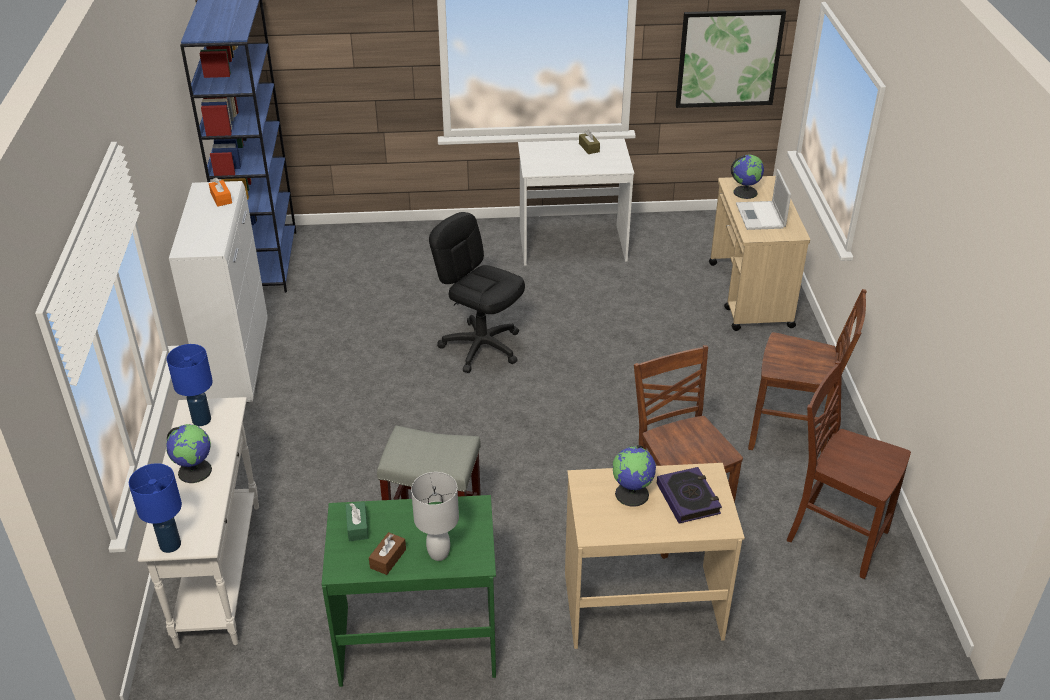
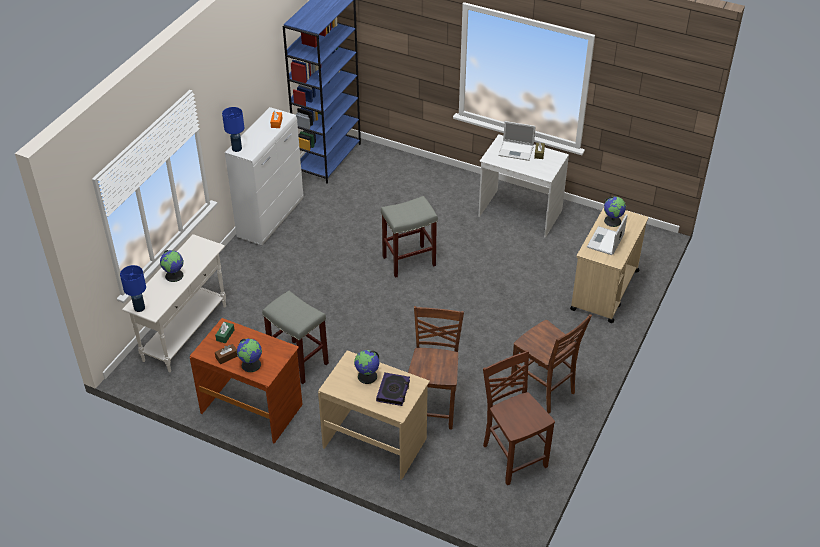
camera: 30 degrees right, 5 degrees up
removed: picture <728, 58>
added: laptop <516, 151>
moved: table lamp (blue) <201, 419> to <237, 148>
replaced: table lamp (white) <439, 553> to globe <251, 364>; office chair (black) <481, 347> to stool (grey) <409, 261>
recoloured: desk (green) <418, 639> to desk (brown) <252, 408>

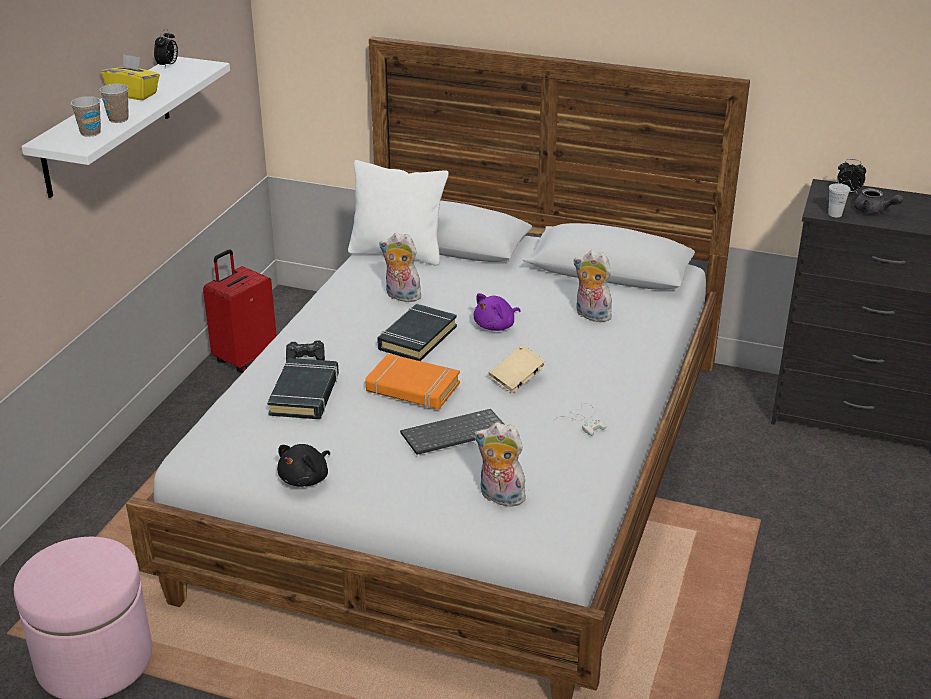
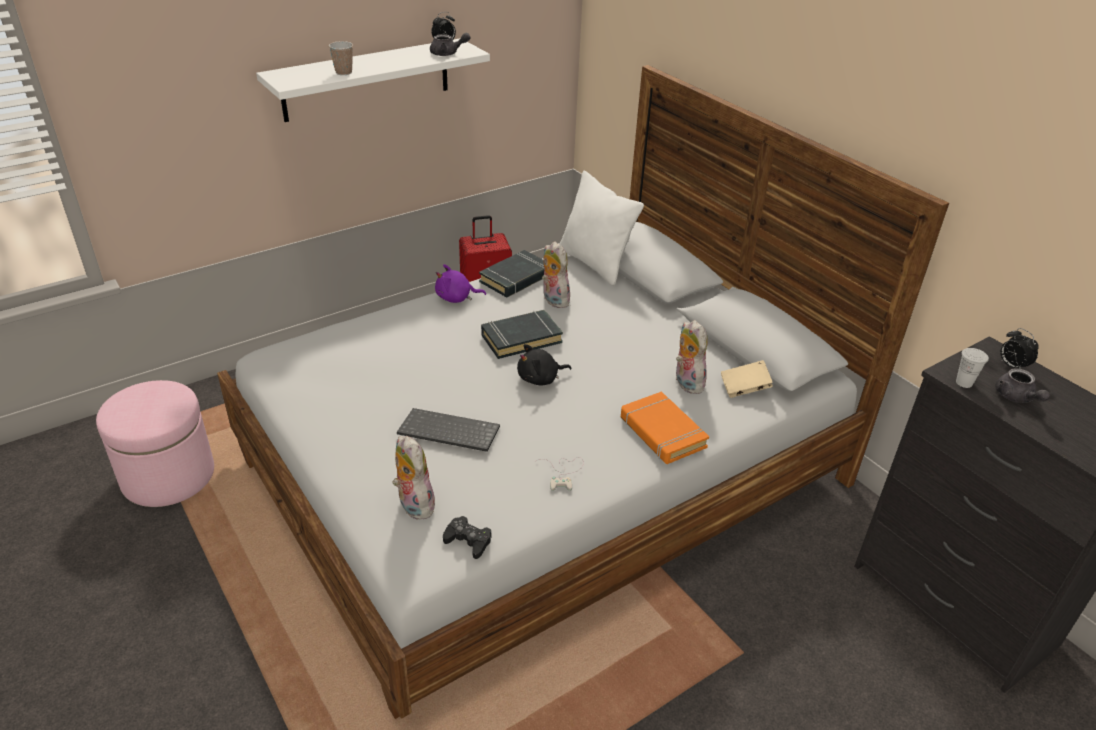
camera: 35 degrees right, 5 degrees up
removed: cup <90, 133>; tissue box (yellow) <134, 94>
added: teapot (grey) <447, 54>
moved: book (black) <305, 394> to <516, 278>; plush toy (black) <306, 478> to <540, 379>; game controller (black) <305, 357> to <468, 541>; book (orange) <412, 388> to <662, 432>; plush toy (purple) <496, 326> to <456, 298>; book (beige) <516, 379> to <744, 388>

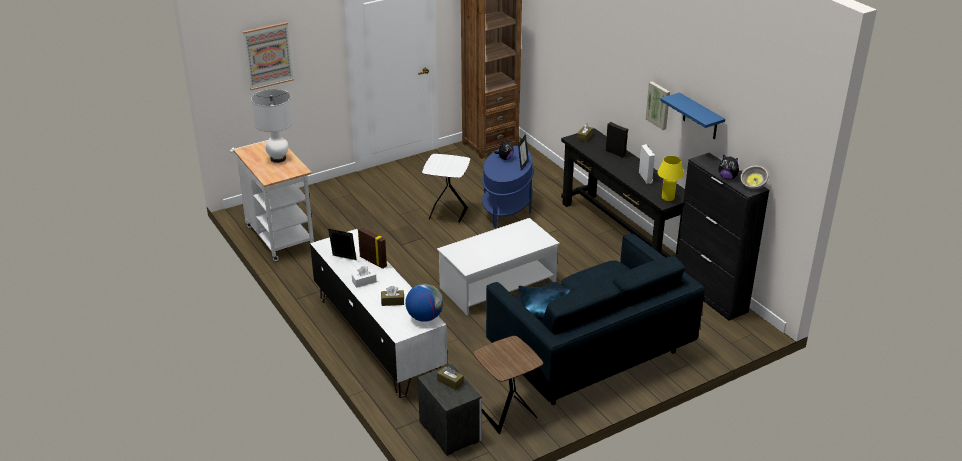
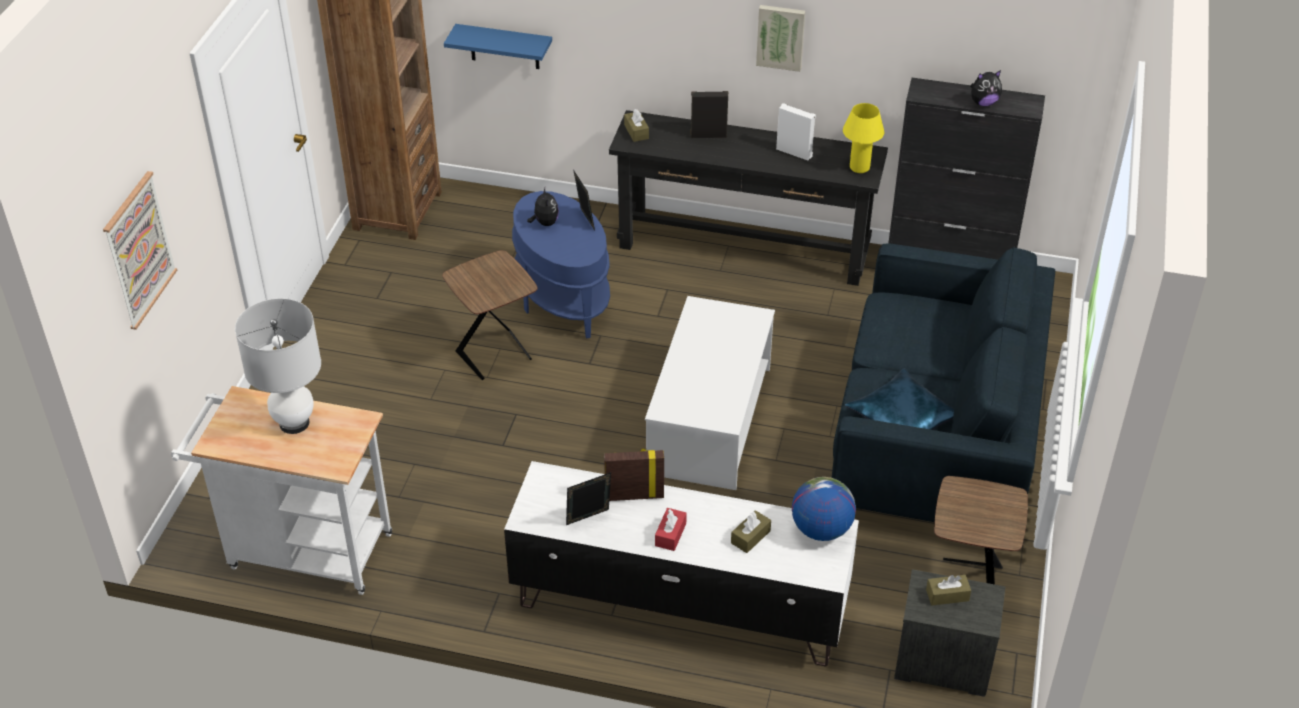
camera: 45 degrees left, 10 degrees up
removed: bowl <753, 186>
moved: shelf (blue) <700, 117> to <504, 47>
recoloured: tissue box (white) <364, 282> to tissue box (red) <670, 534>; side table (white) <447, 214> to side table (brown) <496, 356>

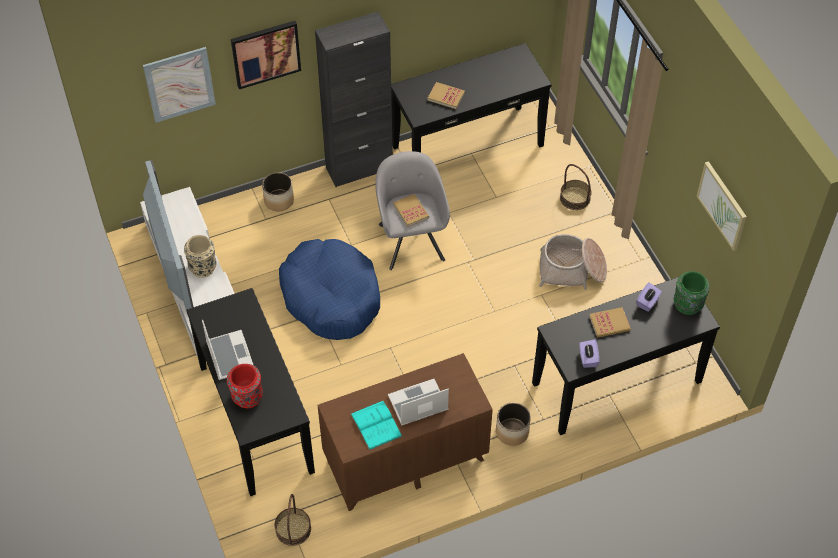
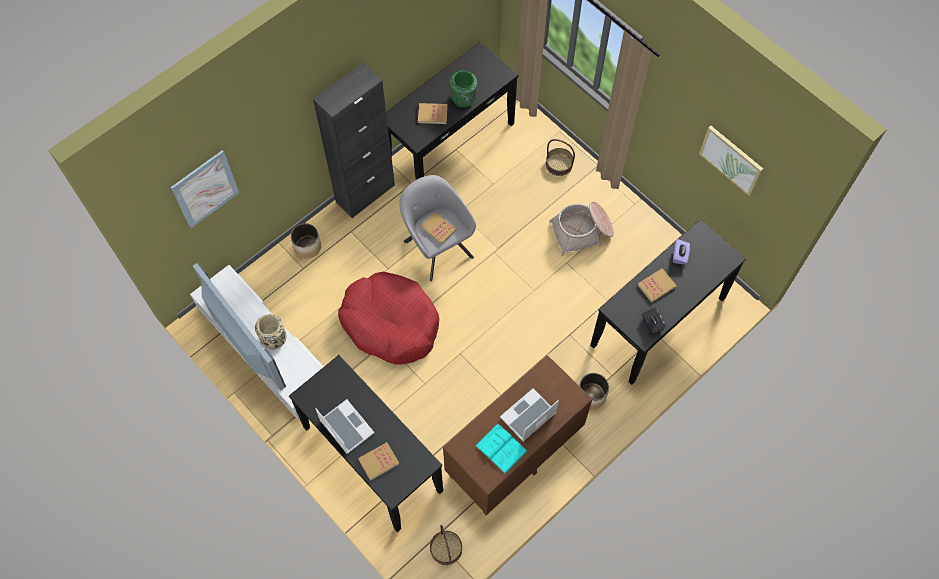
camera: 20 degrees left, 10 degrees up
removed: picture <265, 53>
moved: vase (green) <687, 305> to <463, 99>
replaced: vase (red) <247, 397> to book <378, 461>
recoloured: dog bed (blue) <331, 297> to dog bed (red) <390, 323>; tissue box (purple) <588, 358> to tissue box (black) <652, 324>

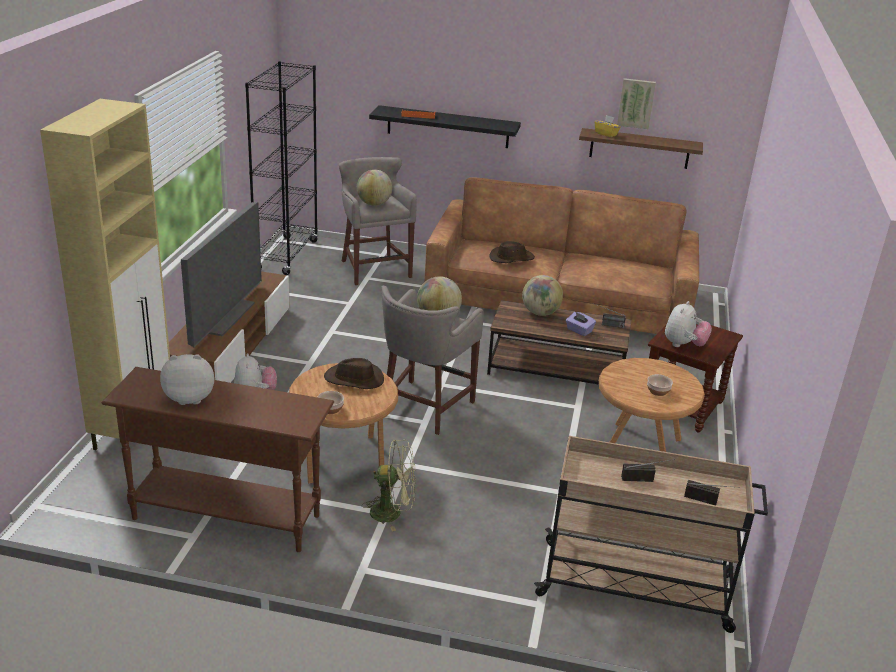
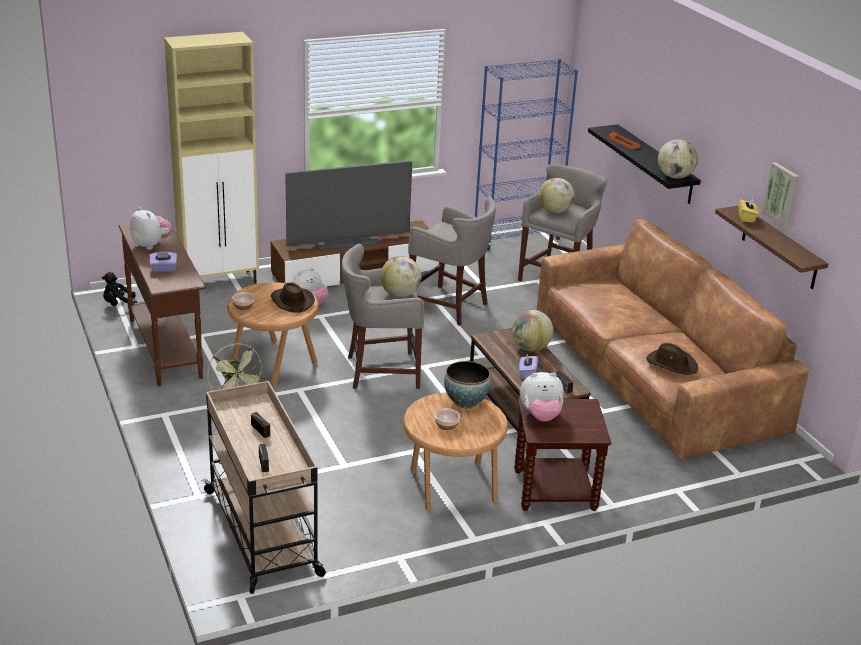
camera: 55 degrees right, 0 degrees up
added: plush toy (black) <118, 305>; tissue box (purple) <163, 269>; stool (grey) <450, 306>; bowl <466, 402>; globe <675, 177>
moved: hat (brown) <511, 258> to <671, 364>
recoloured: bookcase (black) <286, 255> to bookcase (blue) <516, 239>

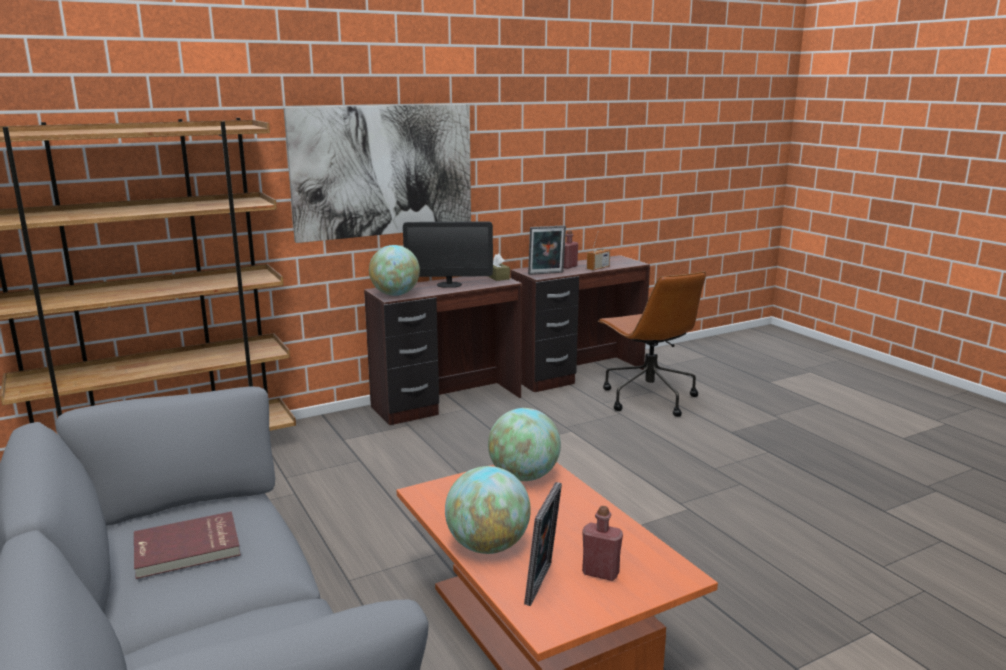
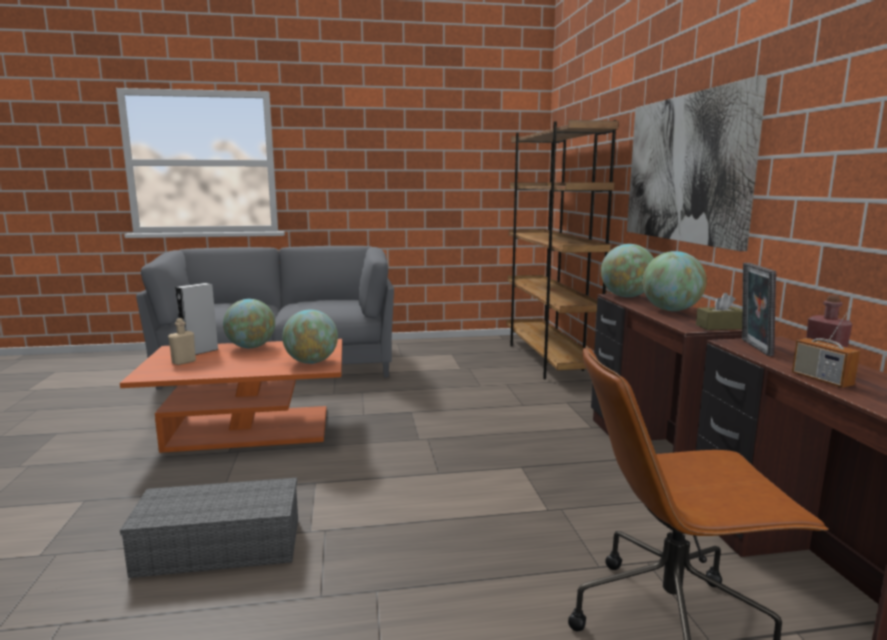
camera: 110 degrees right, 5 degrees down
removed: book (red) <187, 549>
added: storage box (grey) <217, 548>
replaced: monitor <449, 285> to globe <671, 310>; picture frame <542, 584> to speaker (grey) <200, 351>
recoloured: bottle (red) <600, 573> to bottle (beige) <184, 362>

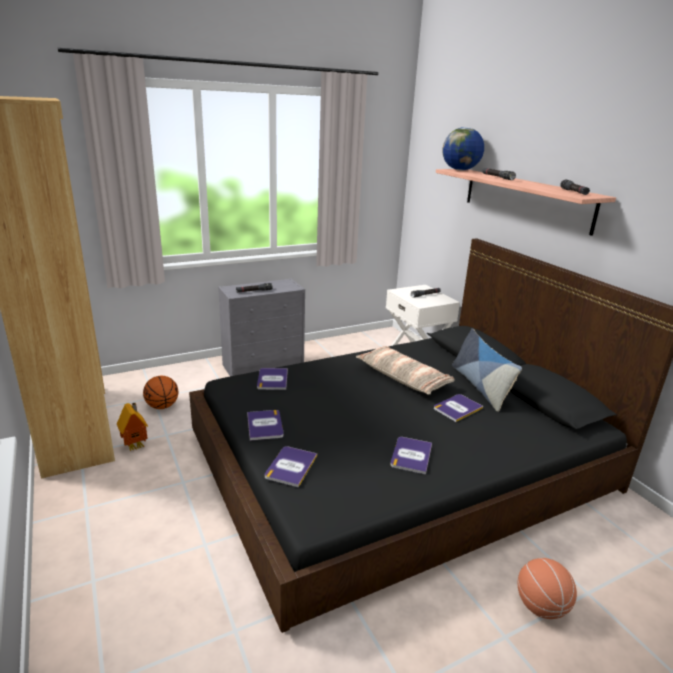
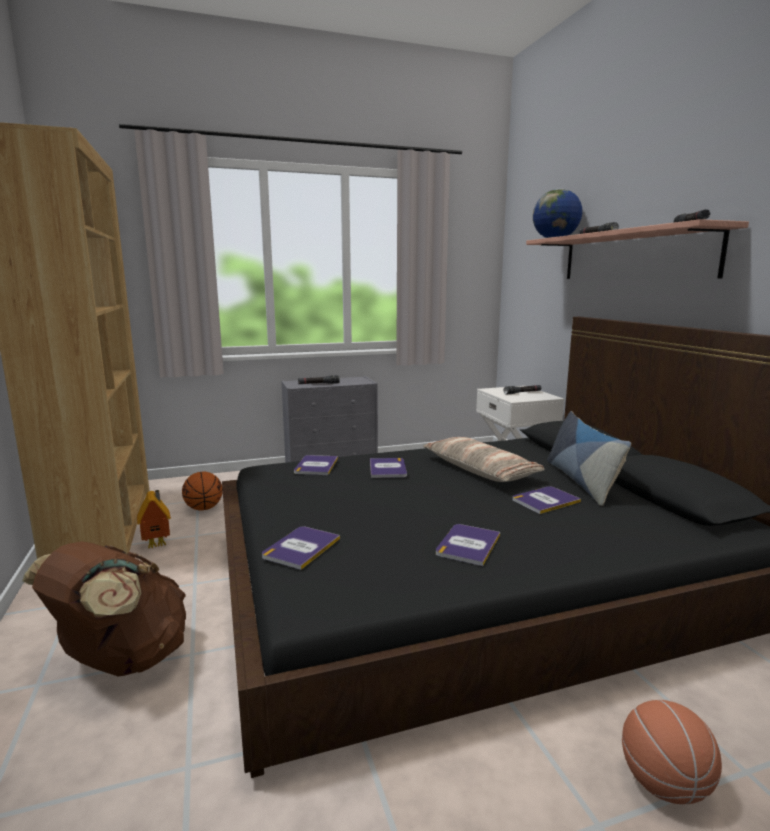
camera: 10 degrees right, 10 degrees down
added: backpack (brown) <122, 660>
moved: book <265, 425> to <387, 469>

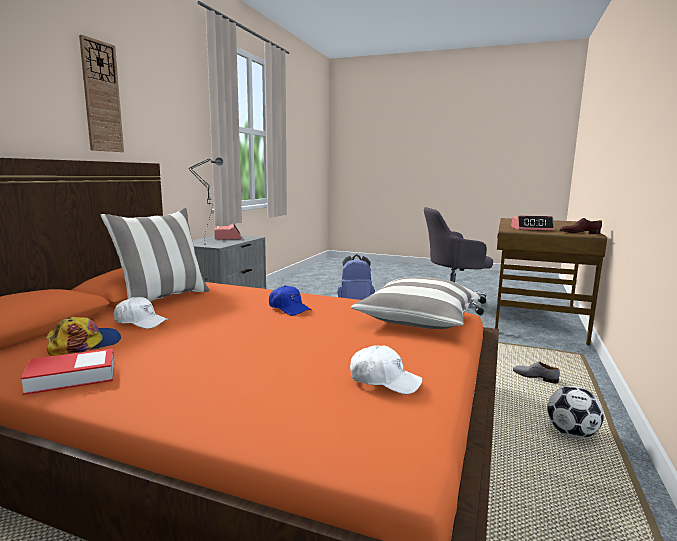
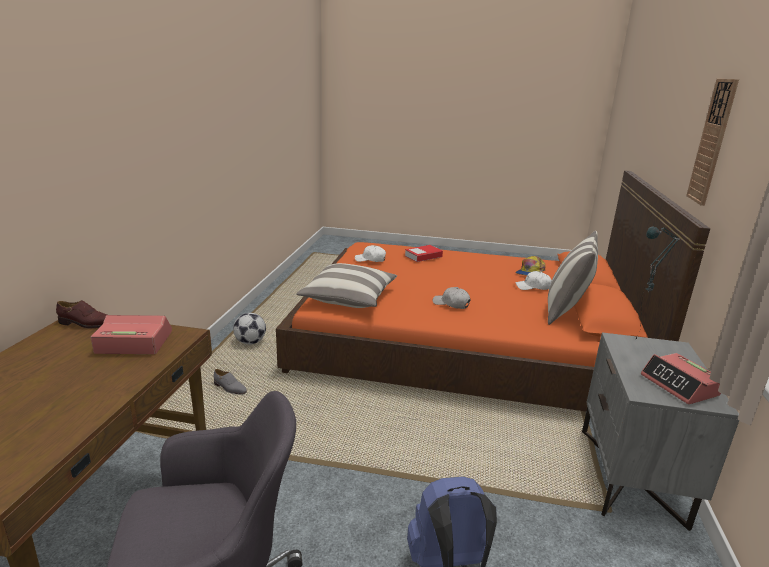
camera: 170 degrees right, 10 degrees up
moved: book <72, 377> to <423, 256>
recoloured: cap (blue) <289, 308> to cap (white) <451, 304>

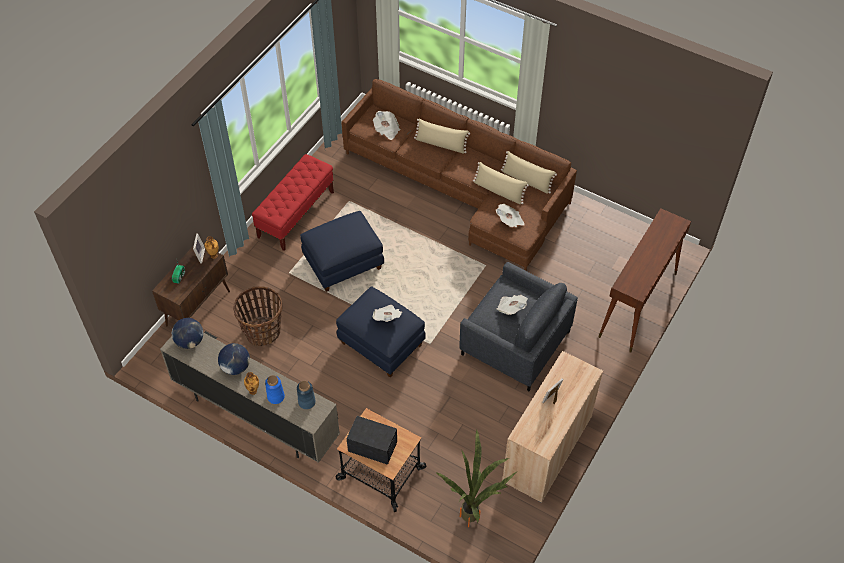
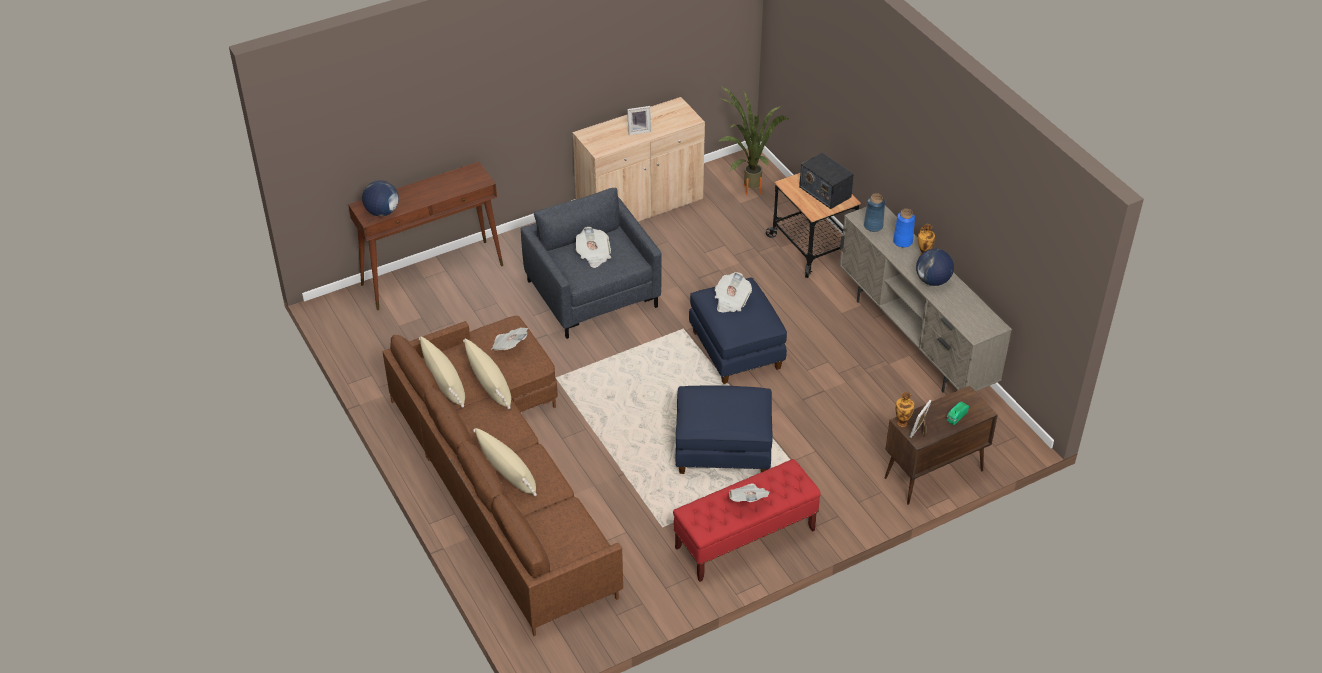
camera: 150 degrees left, 10 degrees down
removed: basket <262, 331>
moved: globe <190, 341> to <382, 212>; newspaper <386, 130> to <748, 500>

